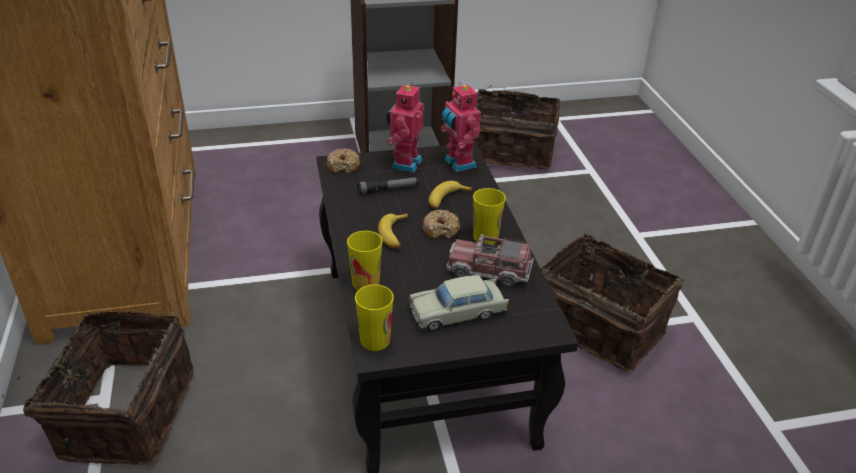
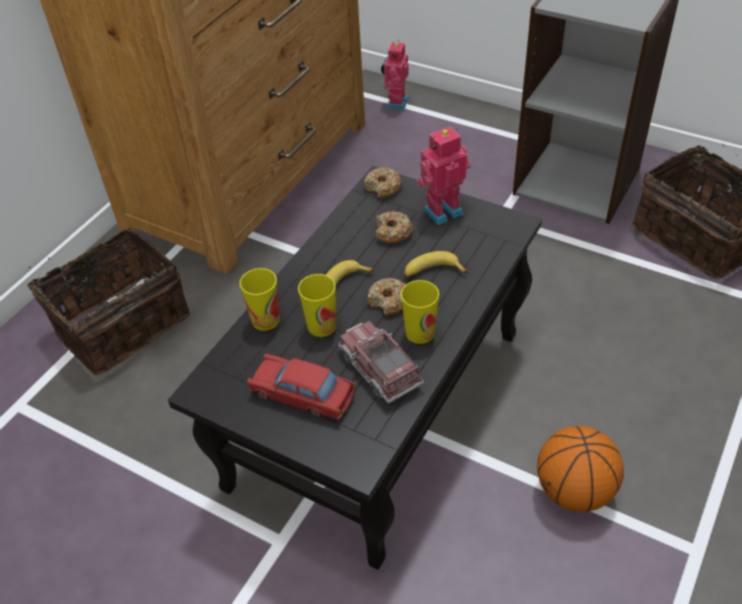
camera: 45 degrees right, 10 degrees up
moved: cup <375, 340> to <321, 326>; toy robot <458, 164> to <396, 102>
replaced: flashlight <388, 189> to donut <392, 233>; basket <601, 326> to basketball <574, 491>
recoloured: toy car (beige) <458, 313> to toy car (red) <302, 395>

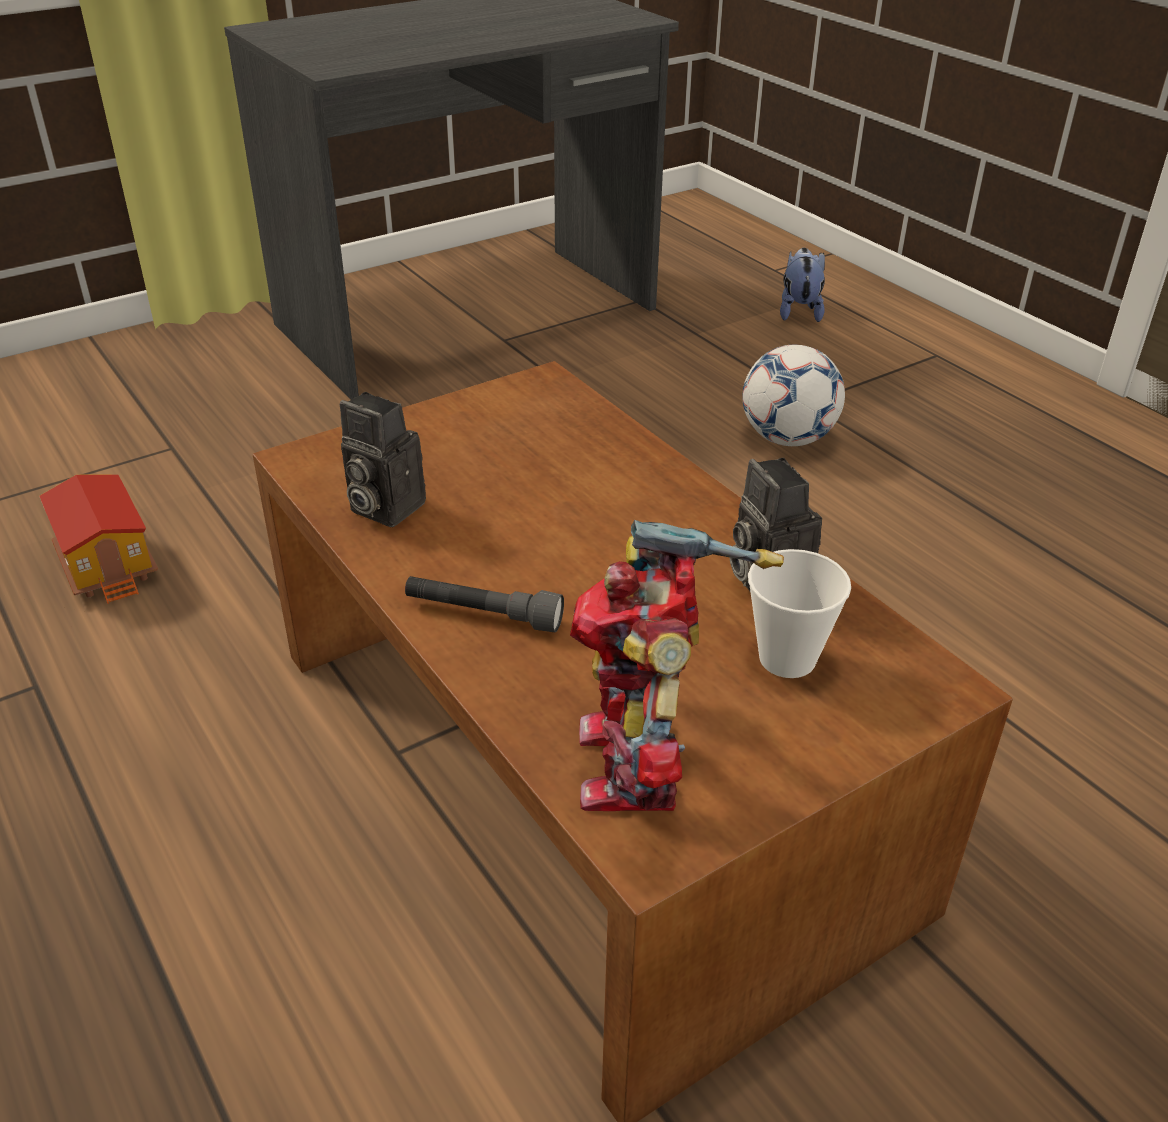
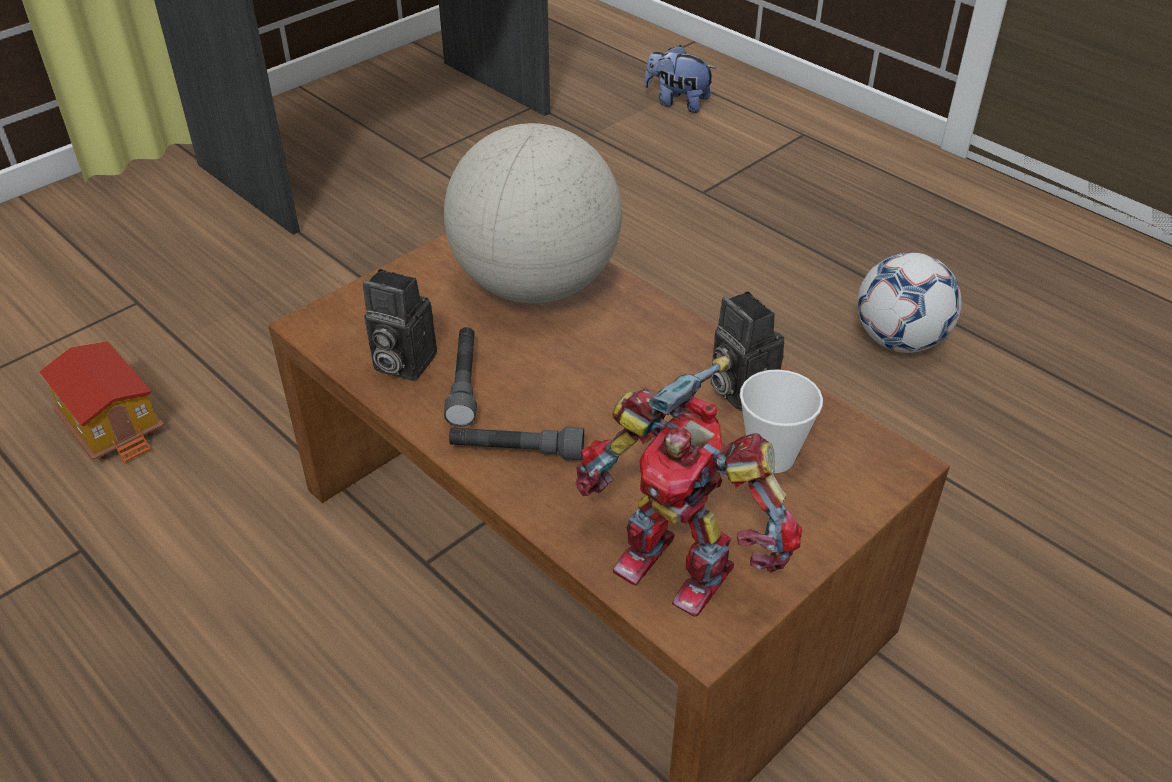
camera: 10 degrees left, 5 degrees up
added: globe <536, 285>; flashlight (grey) <464, 384>
moved: football <787, 438> to <899, 341>
turned: toy robot <638, 764> = <677, 564> 45 degrees counterclockwise; plush toy <799, 311> = <677, 102> 60 degrees counterclockwise

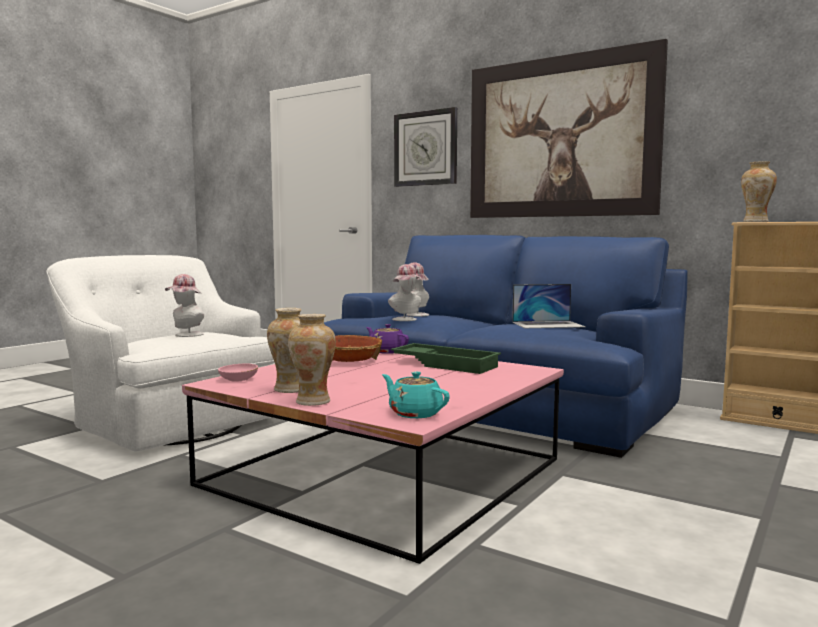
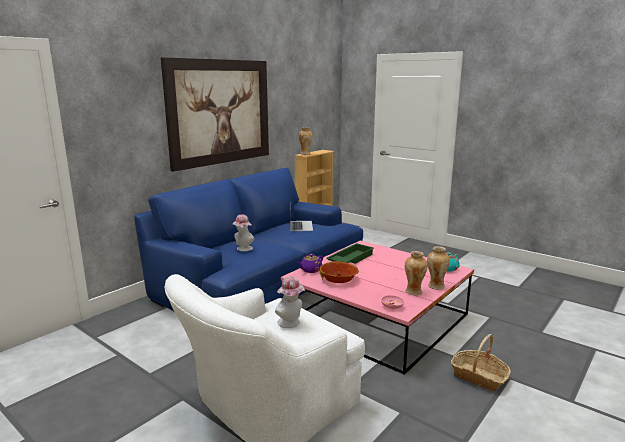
camera: 85 degrees left, 10 degrees up
removed: hat <406, 320>; wall clock <425, 148>
added: basket <479, 376>

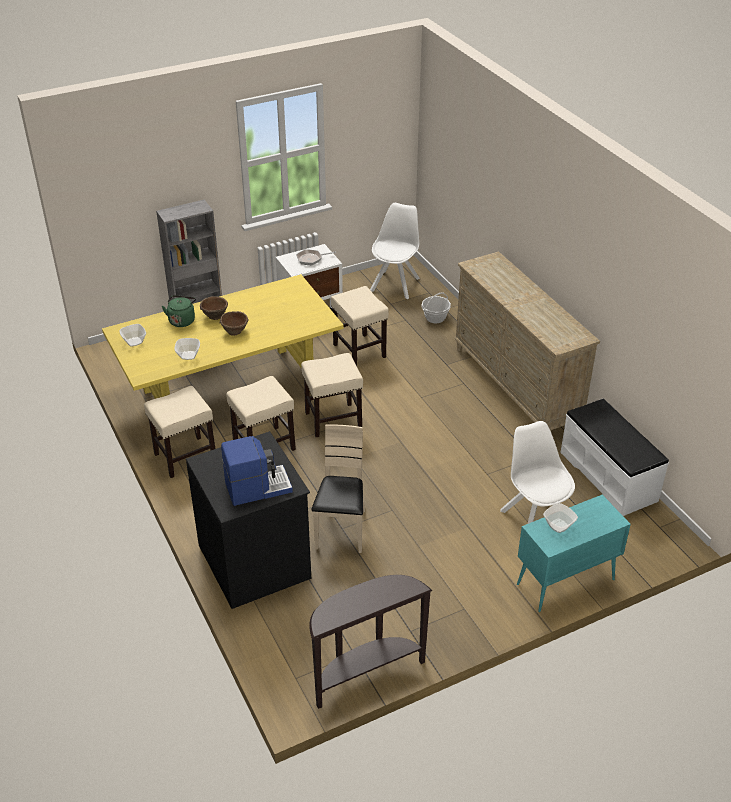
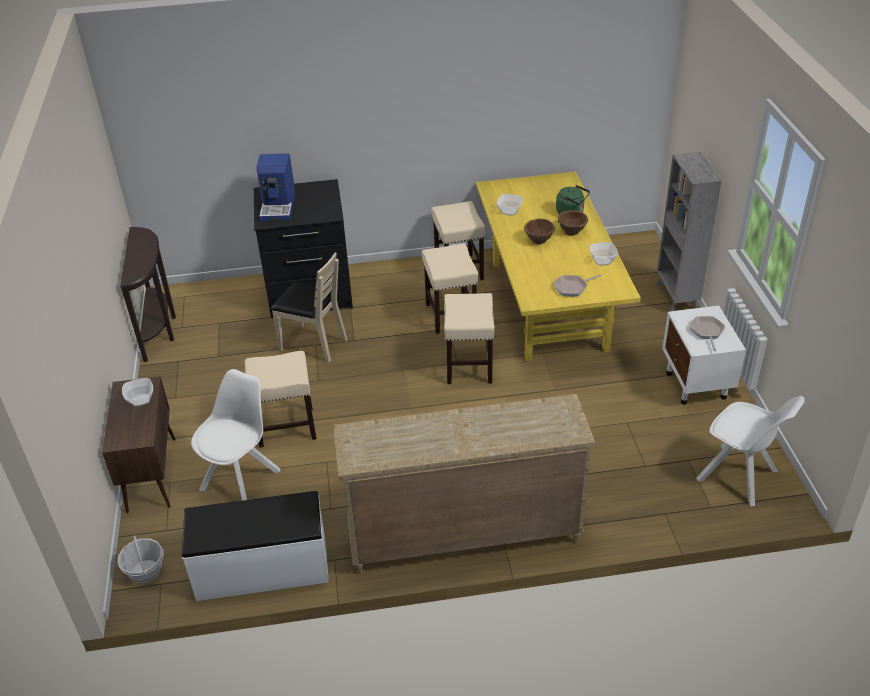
camera: 110 degrees right, 0 degrees up
added: frying pan <572, 287>
moved: bowl <134, 342> to <602, 261>; stool (beige) <360, 351> to <285, 427>; basket <435, 318> to <145, 571>
recoloured: cabinet (turquoise) <564, 582> to cabinet (brown) <151, 474>
turned: chair (white) <534, 519> = <242, 478> 60 degrees counterclockwise

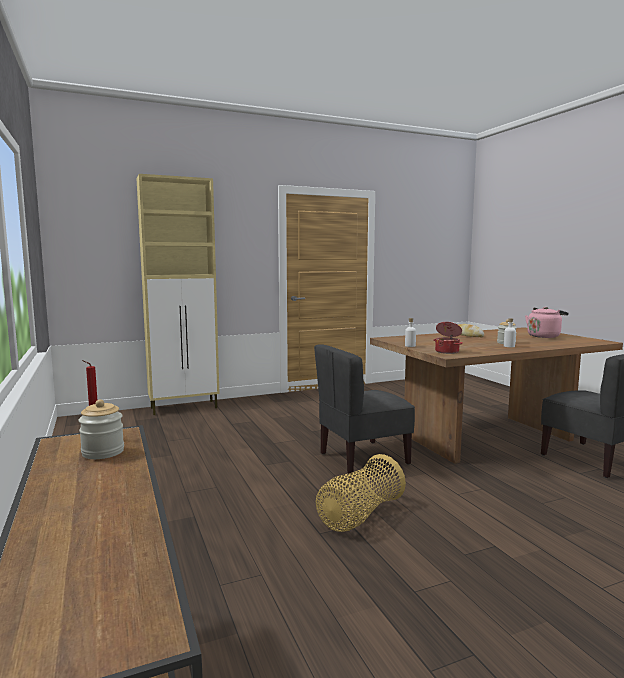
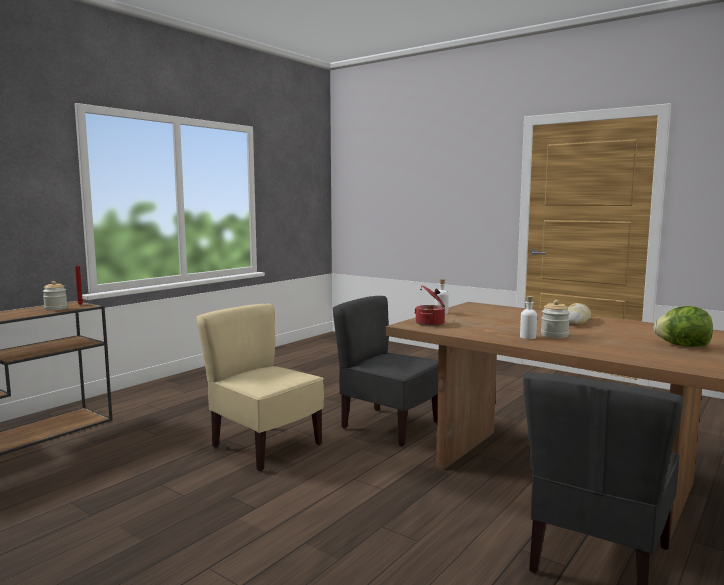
camera: 60 degrees right, 0 degrees up
removed: cabinet (beige) <185, 408>
replaced: basket <359, 516> to chair (beige) <265, 446>; kettle (pink) <544, 336> to lettuce <682, 346>

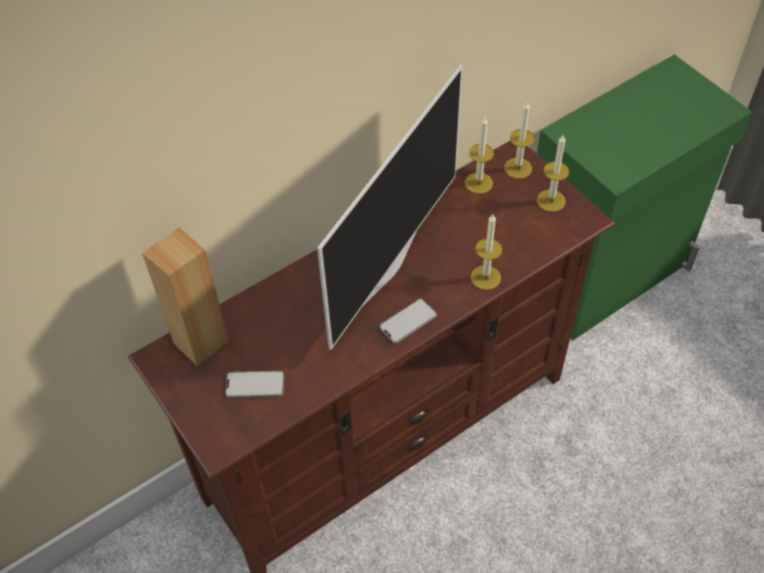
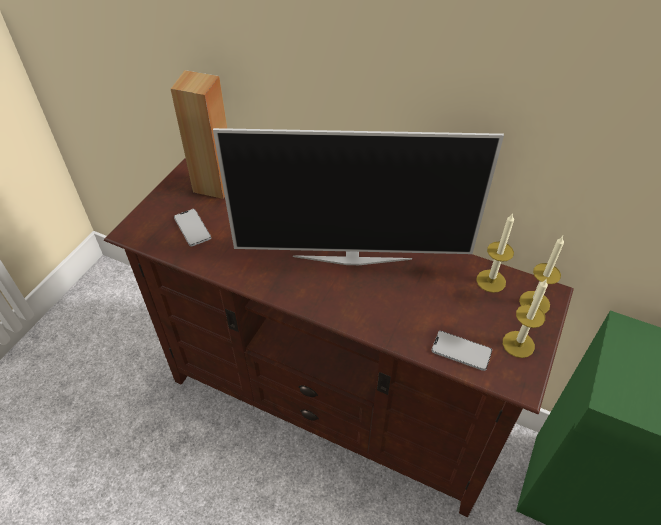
camera: 60 degrees right, 5 degrees down
removed: candle <485, 277>
moved: phone <408, 321> to <461, 351>

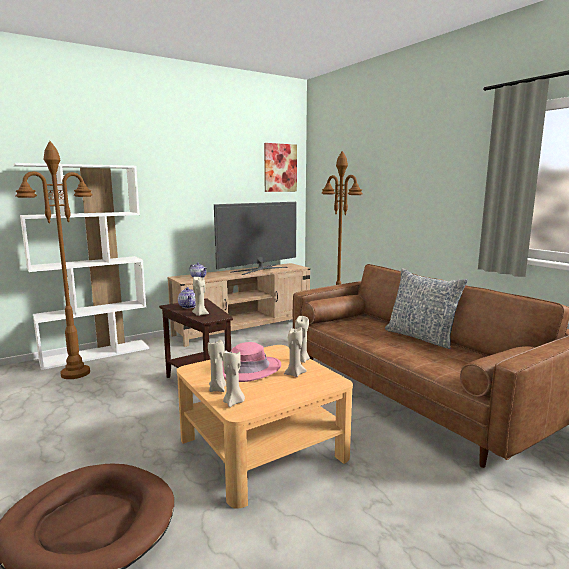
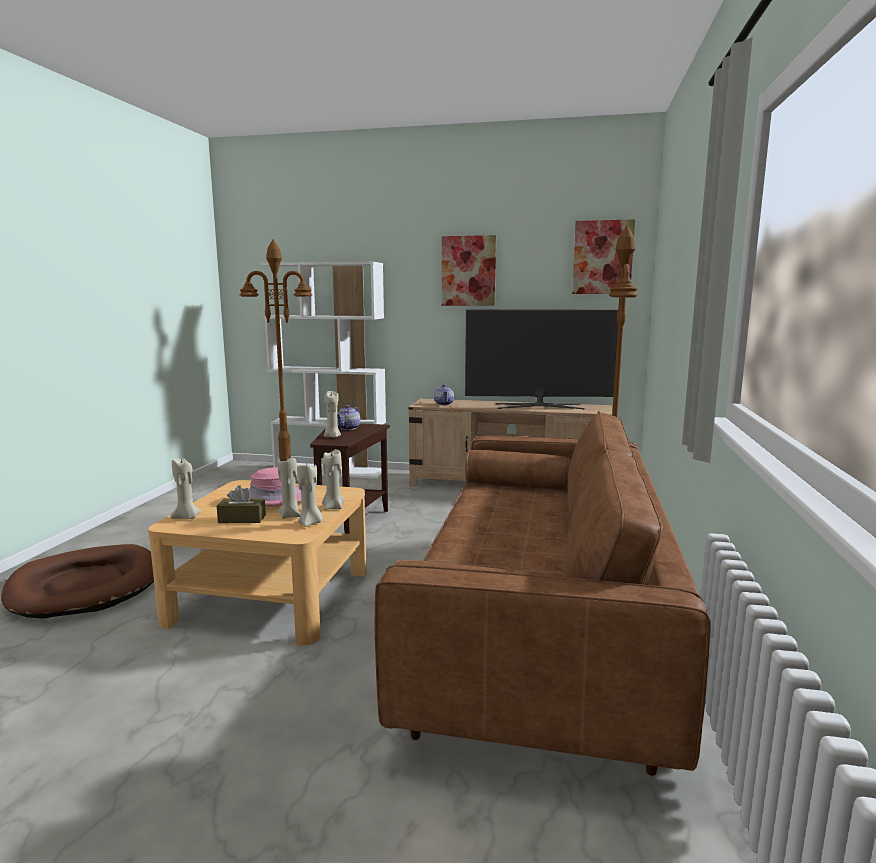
camera: 45 degrees right, 0 degrees up
removed: pillow <421, 337>
added: tissue box (brown) <242, 519>; picture <468, 271>
moved: candle (beige) <218, 389> to <310, 523>

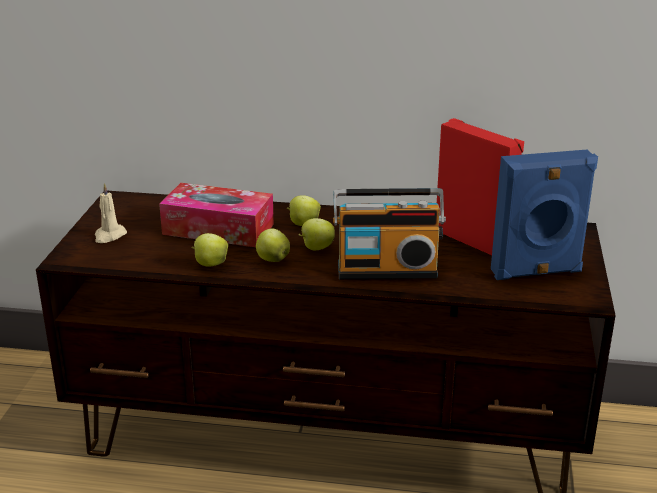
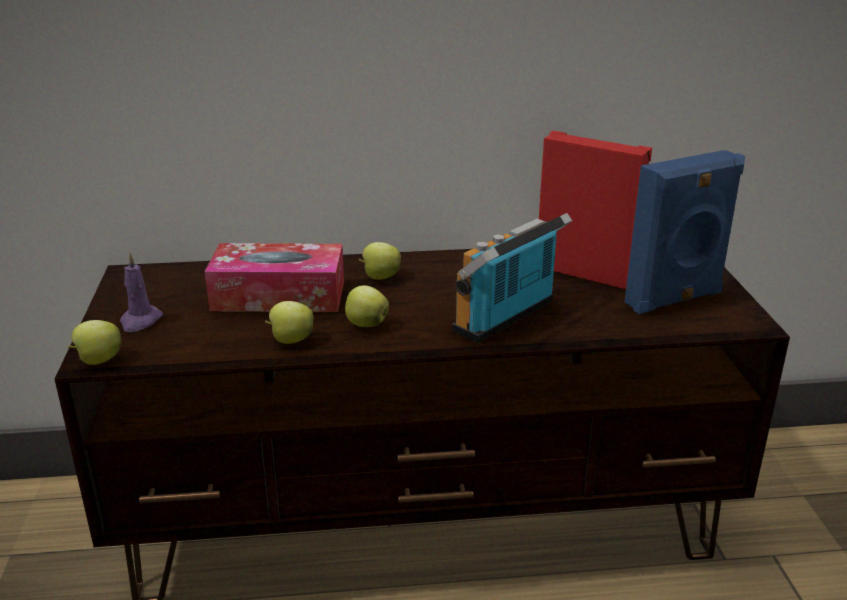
camera: 15 degrees left, 0 degrees up
moved: apple <316, 248> to <98, 361>
recoloured: candle (beige) <109, 236> to candle (purple) <140, 321>
turned: radio <387, 269> = <508, 318> 150 degrees clockwise

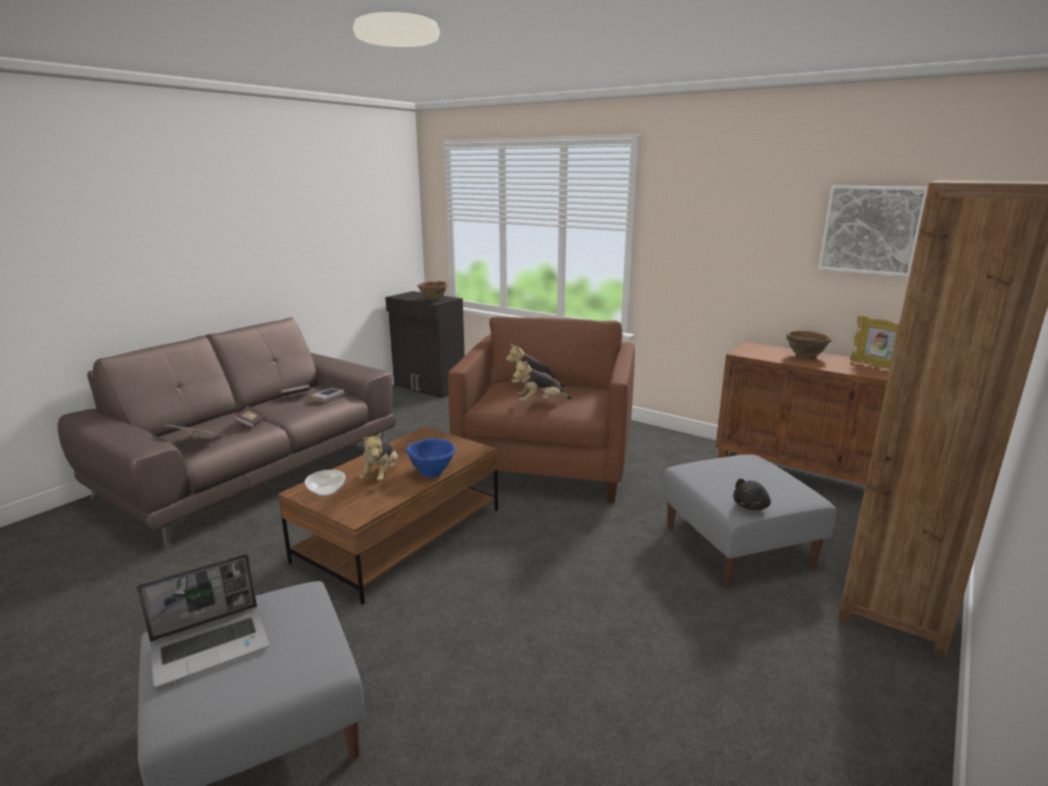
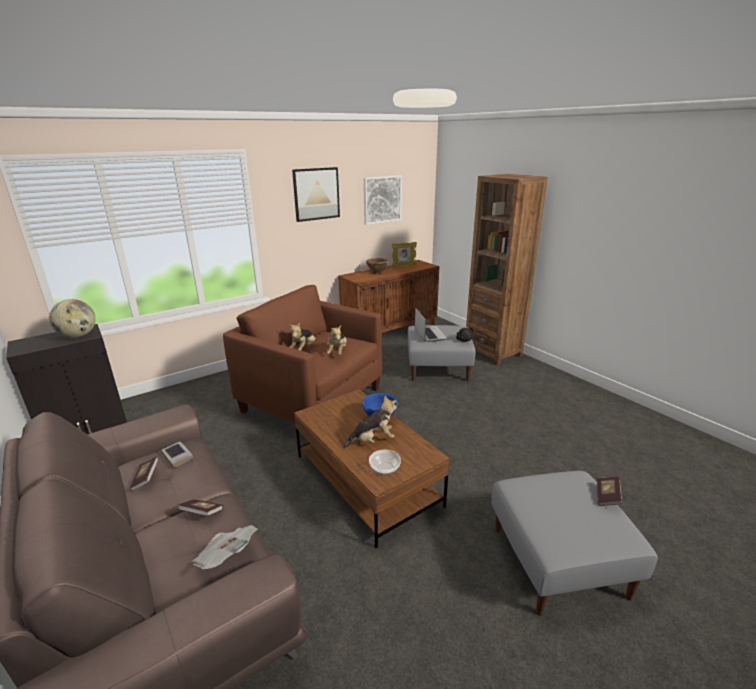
camera: 70 degrees left, 5 degrees up
added: picture <316, 194>; book <607, 496>
moved: laptop <212, 645> to <429, 334>
replaced: bowl (brown) <433, 300> to globe <78, 336>
turned: plush toy <381, 475> = <373, 440> 45 degrees counterclockwise

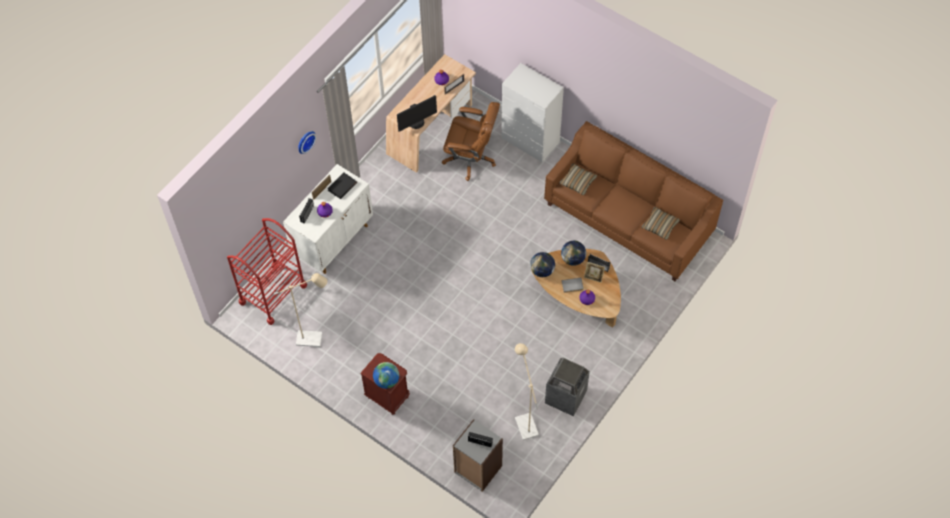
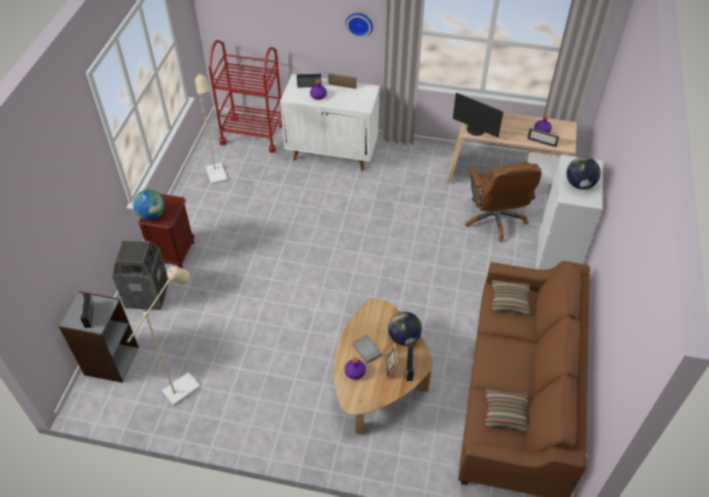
camera: 65 degrees right, 10 degrees down
removed: book (black) <342, 187>
moved: globe <542, 270> to <579, 184>; trash can <565, 397> to <147, 294>

